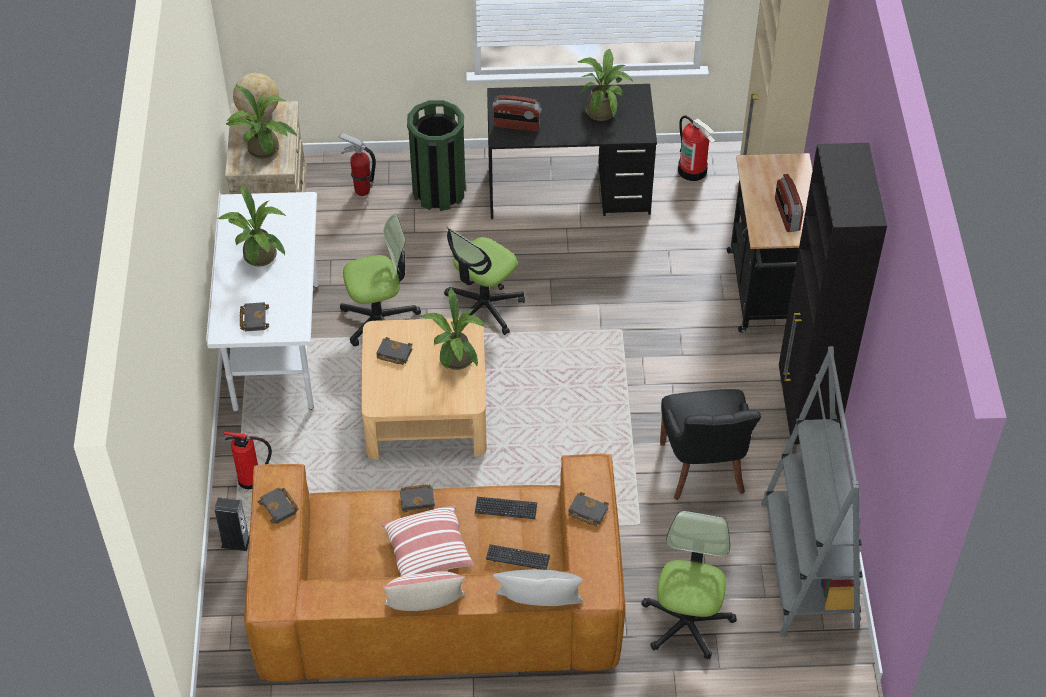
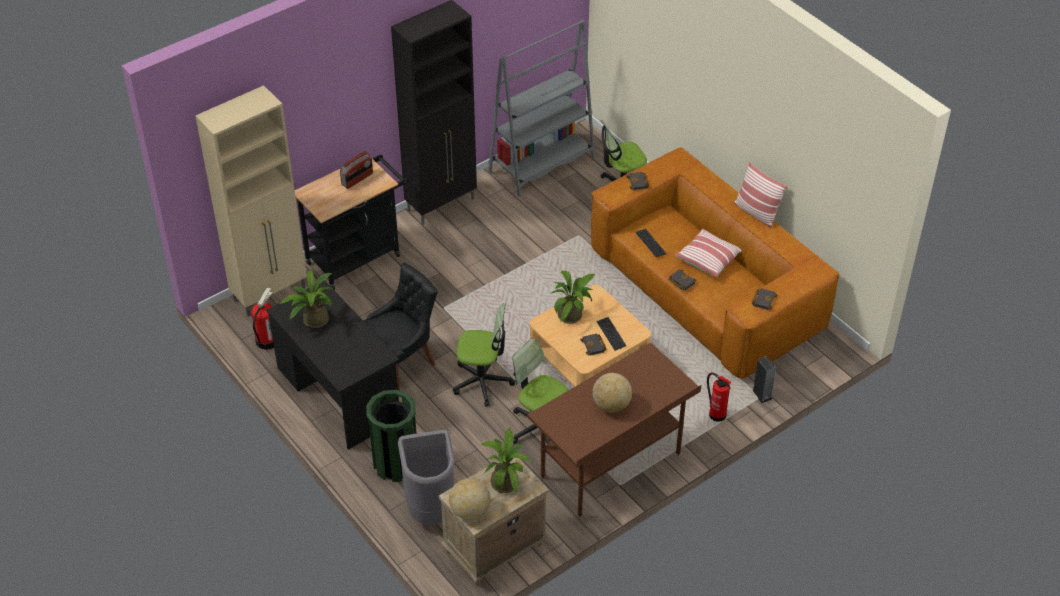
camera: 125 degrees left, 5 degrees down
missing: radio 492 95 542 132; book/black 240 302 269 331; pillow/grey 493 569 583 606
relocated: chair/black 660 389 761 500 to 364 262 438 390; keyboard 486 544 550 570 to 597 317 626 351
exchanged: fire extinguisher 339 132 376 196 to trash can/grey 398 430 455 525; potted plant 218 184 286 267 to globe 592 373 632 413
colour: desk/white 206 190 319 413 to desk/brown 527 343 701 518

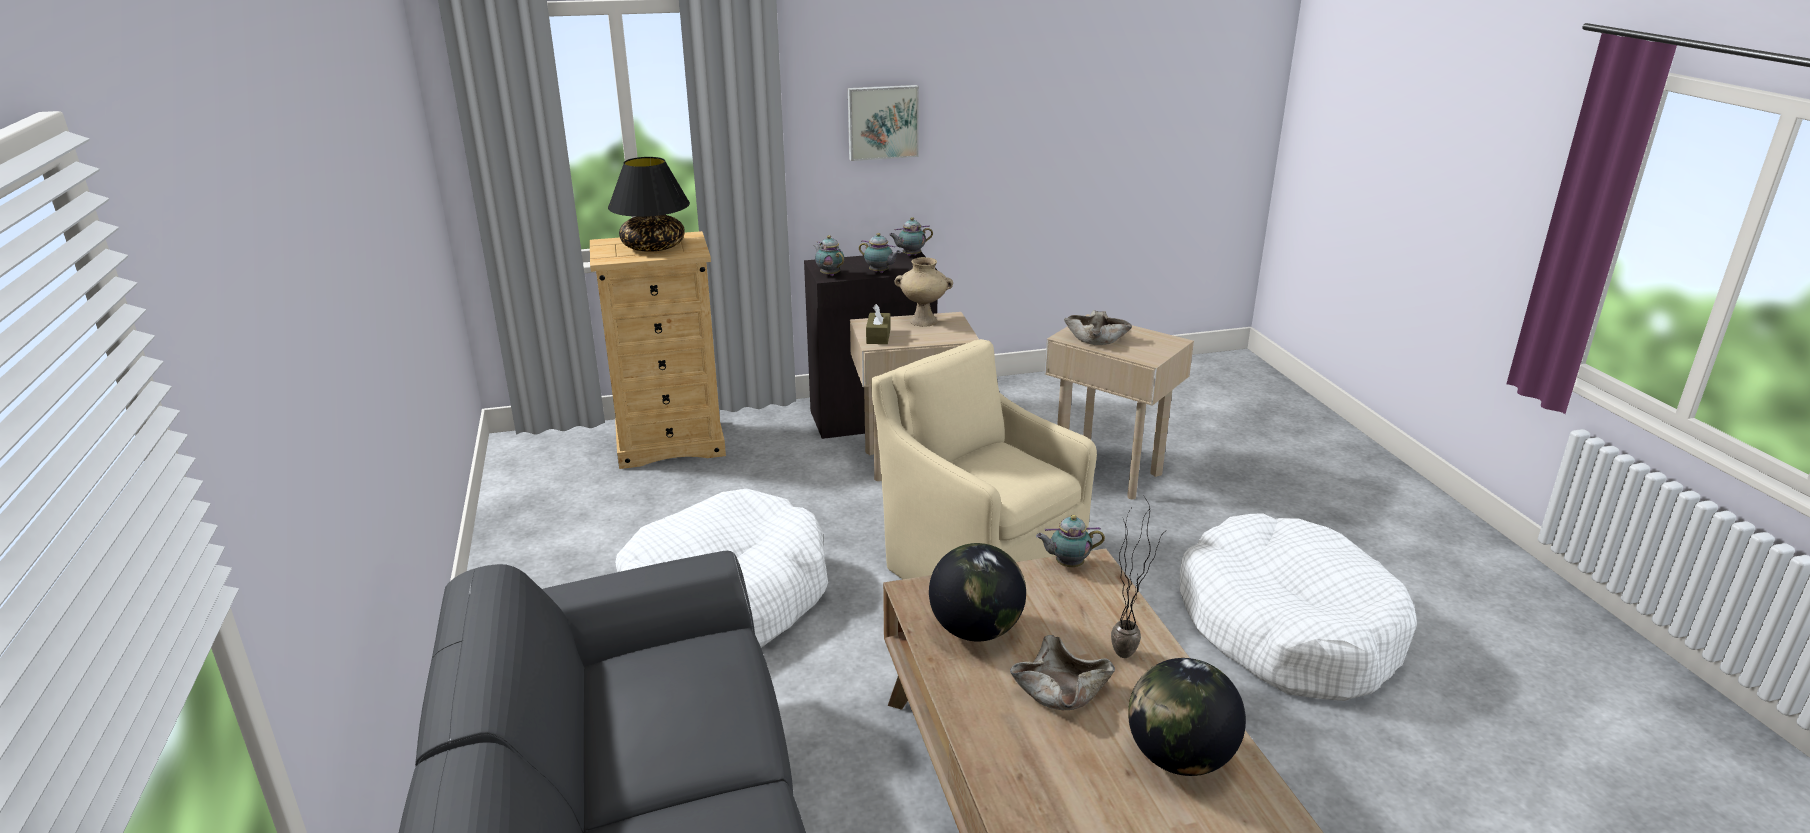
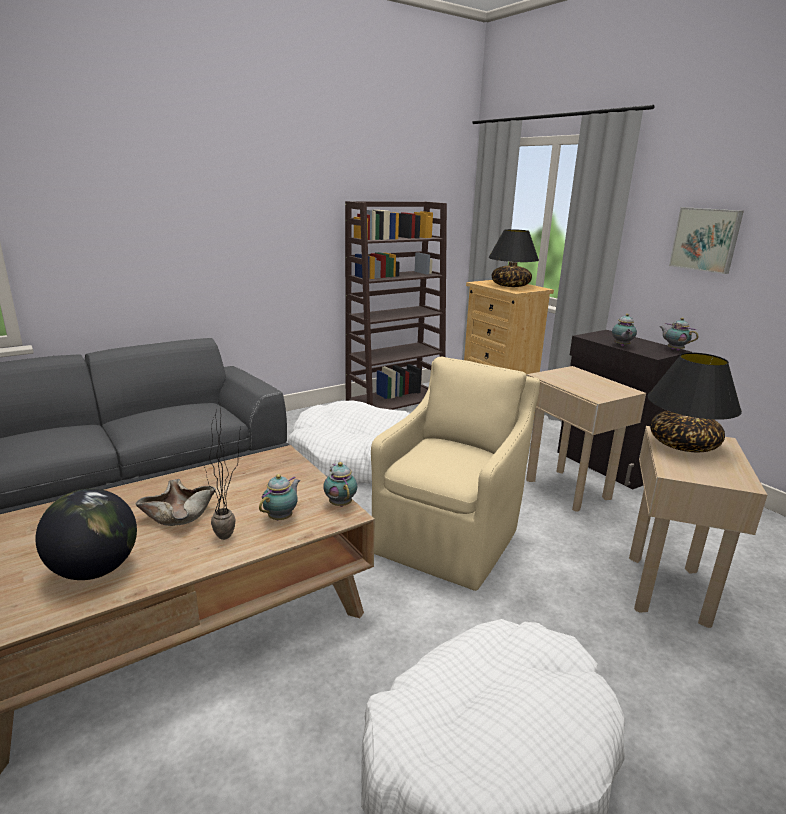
camera: 70 degrees right, 5 degrees down
missing: vase/beige 894 257 953 327; tissue box/brown 866 304 891 344; globe 929 543 1026 641
appeared: bookcase/brown 345 201 447 410
relocated: teapot 814 235 844 276 to 259 474 300 521
exchanged: bowl/beige 1064 310 1132 345 to table lamp/black 647 352 742 452

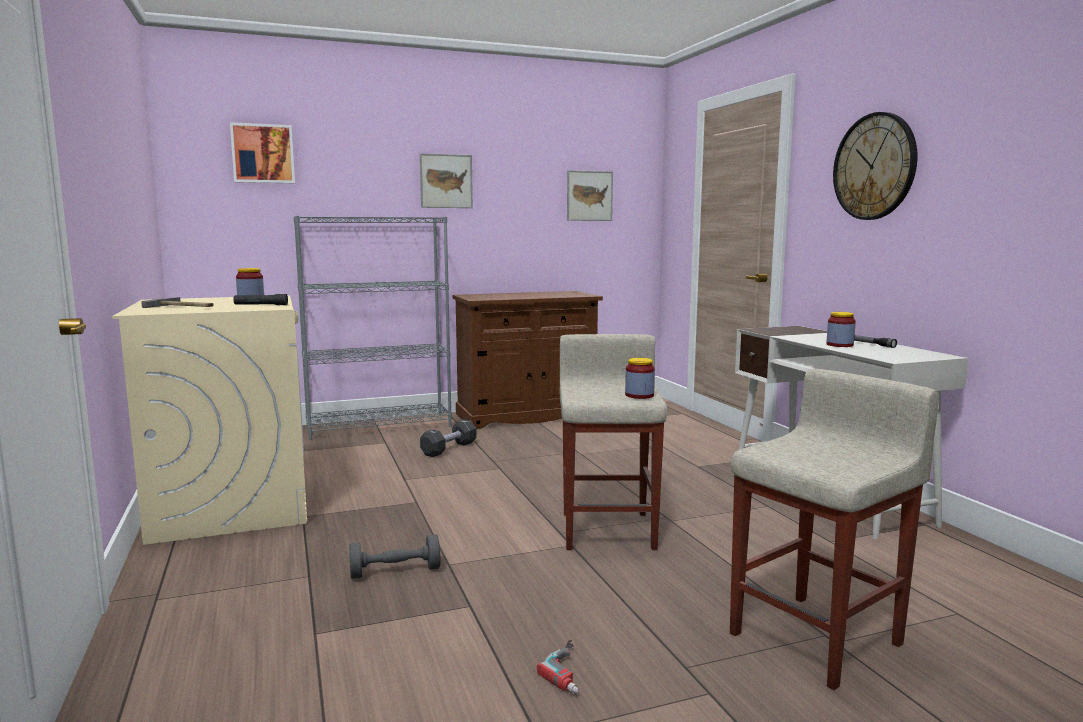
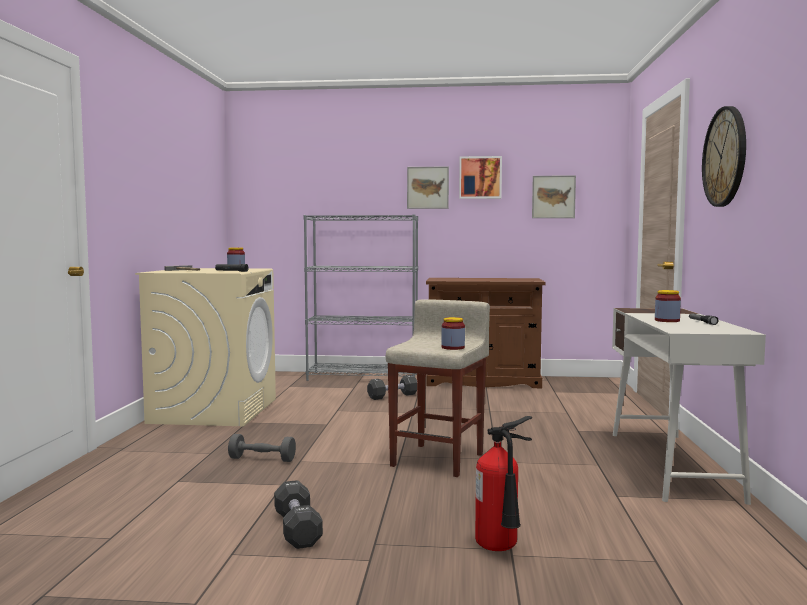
camera: 25 degrees right, 5 degrees down
relocated: picture 230 122 295 183 to 459 156 502 199
exchanged: stool/beige 730 369 940 690 to fire extinguisher 475 416 532 551; power drill 537 639 579 693 to dumbbell/black 274 480 323 549

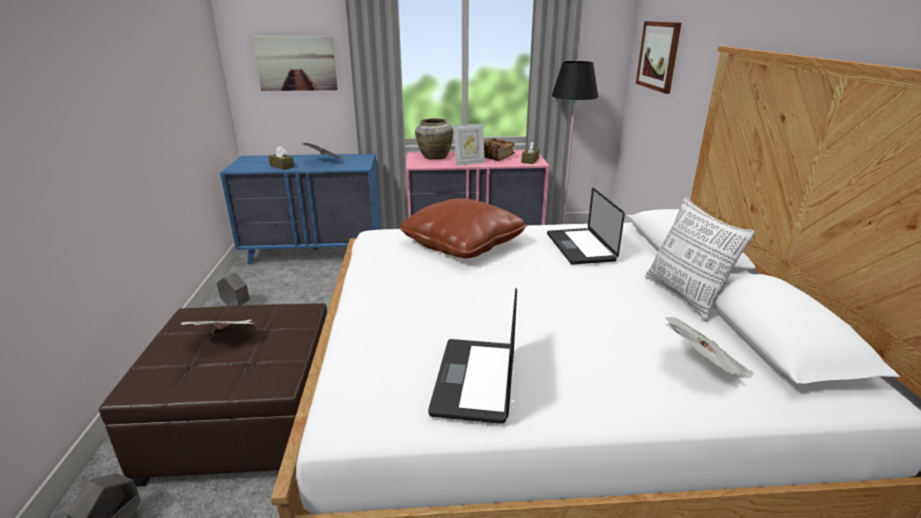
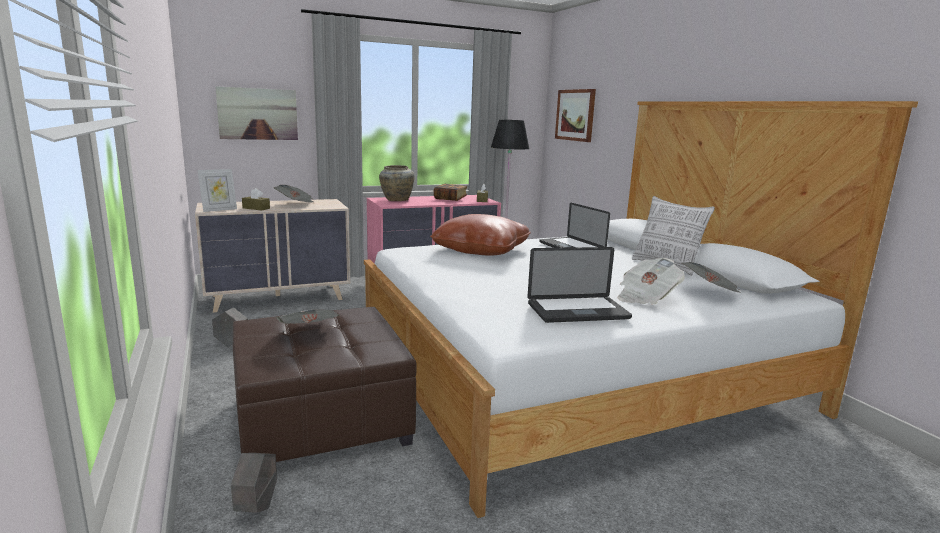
camera: 20 degrees left, 10 degrees down
appeared: newspaper 618 258 685 305
relocated: picture frame 453 123 485 166 to 198 169 237 212
colour: dresser/blue 220 153 381 264 to dresser/beige 195 199 350 313
spun: laptop 428 288 517 424 = 527 247 632 323 90 degrees counterclockwise

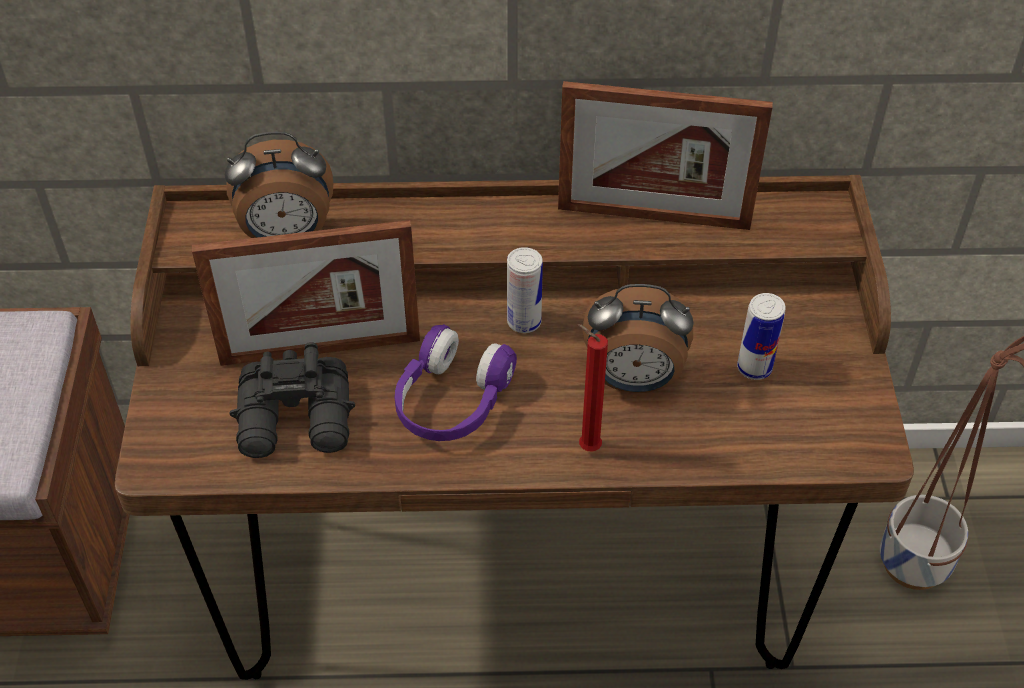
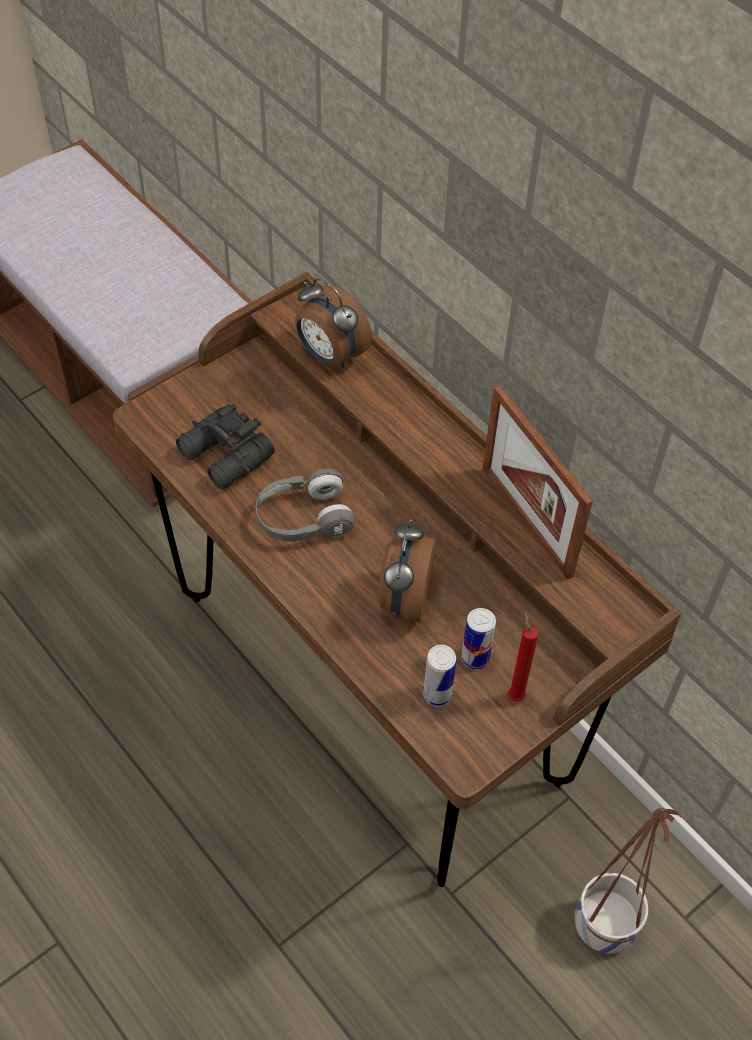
camera: 50 degrees right, 5 degrees up
missing: picture frame 192 220 420 366
relocated: can 507 247 543 333 to 423 645 457 706; candle/red 577 324 608 451 to 508 612 539 702
colour: headphones/purple 395 324 517 441 to headphones/grey 255 468 355 541
spun: alarm clock 583 284 694 393 = 377 519 436 623 45 degrees clockwise

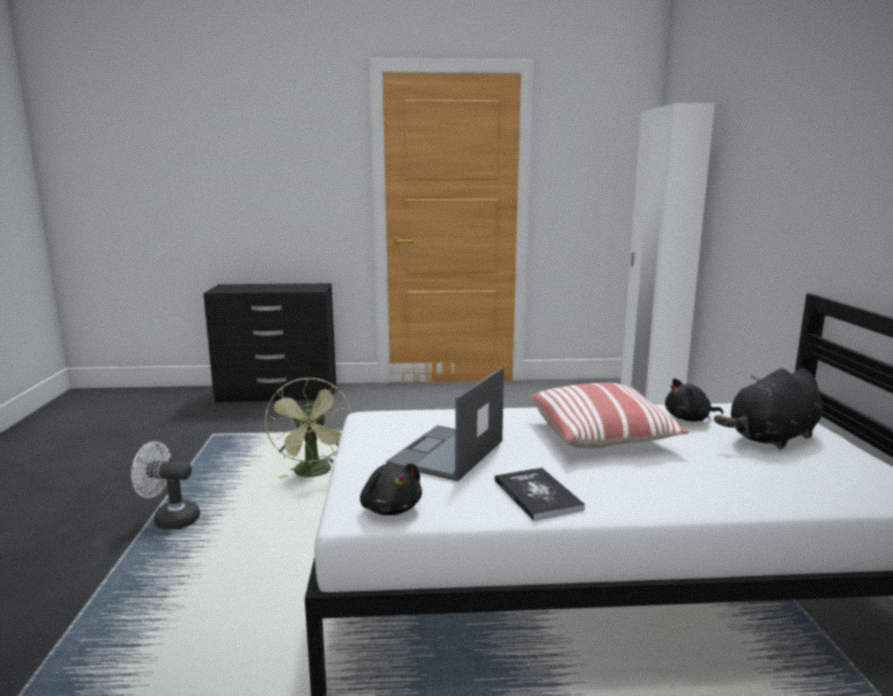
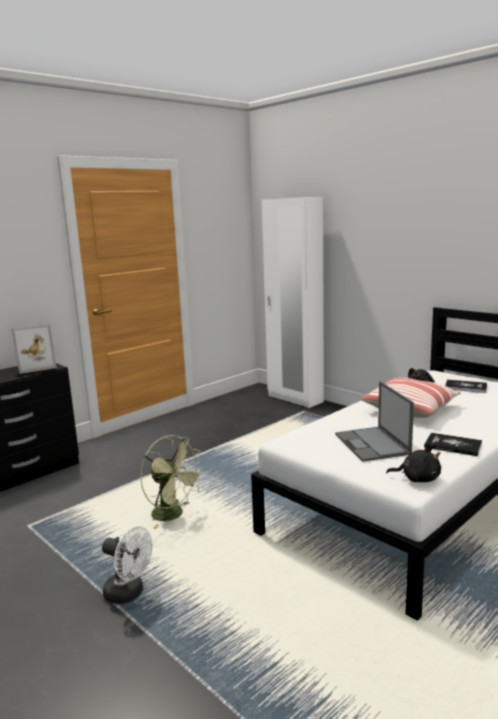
camera: 40 degrees left, 0 degrees up
appeared: picture frame 12 324 57 374
exchanged: plush toy/black 714 368 823 450 to book 445 380 487 393
spun: fan/white 131 441 200 530 = 102 527 153 604 120 degrees counterclockwise

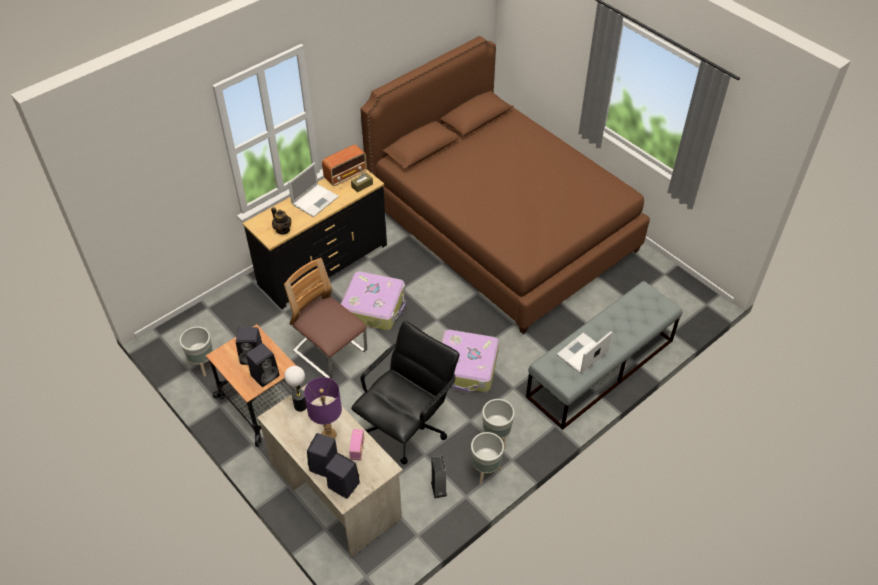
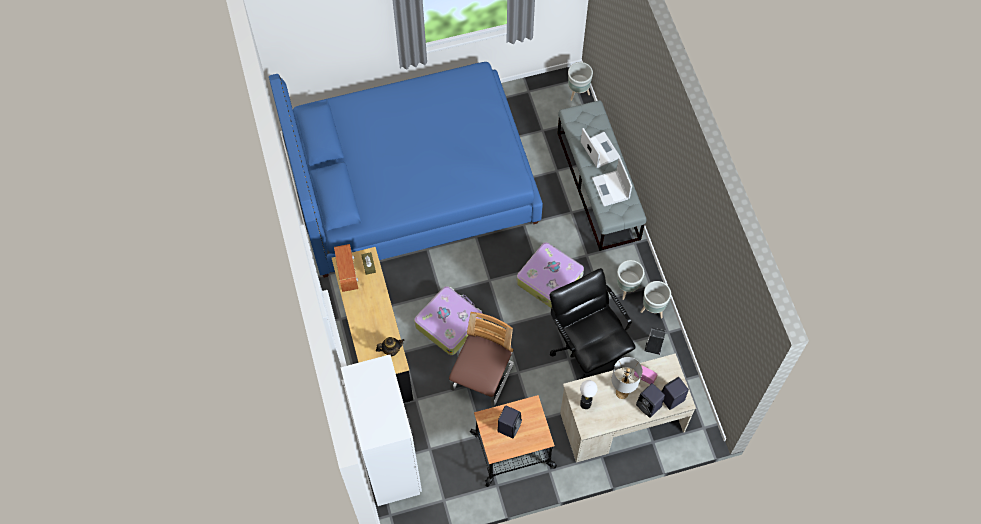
camera: 65 degrees left, 15 degrees up
missing: speaker/black 246 343 280 387
appeared: wardrobe/white 341 355 422 506
relocated: laptop 288 163 339 217 to 581 128 621 168; planter/grey 179 327 213 377 to 568 62 593 101
colour: bed/brown 360 36 650 334 to bed/blue 269 62 543 278; table lamp/purple 304 377 342 439 to table lamp/grey 612 357 643 399
spun: chair 284 258 367 379 = 449 312 514 407 135 degrees clockwise

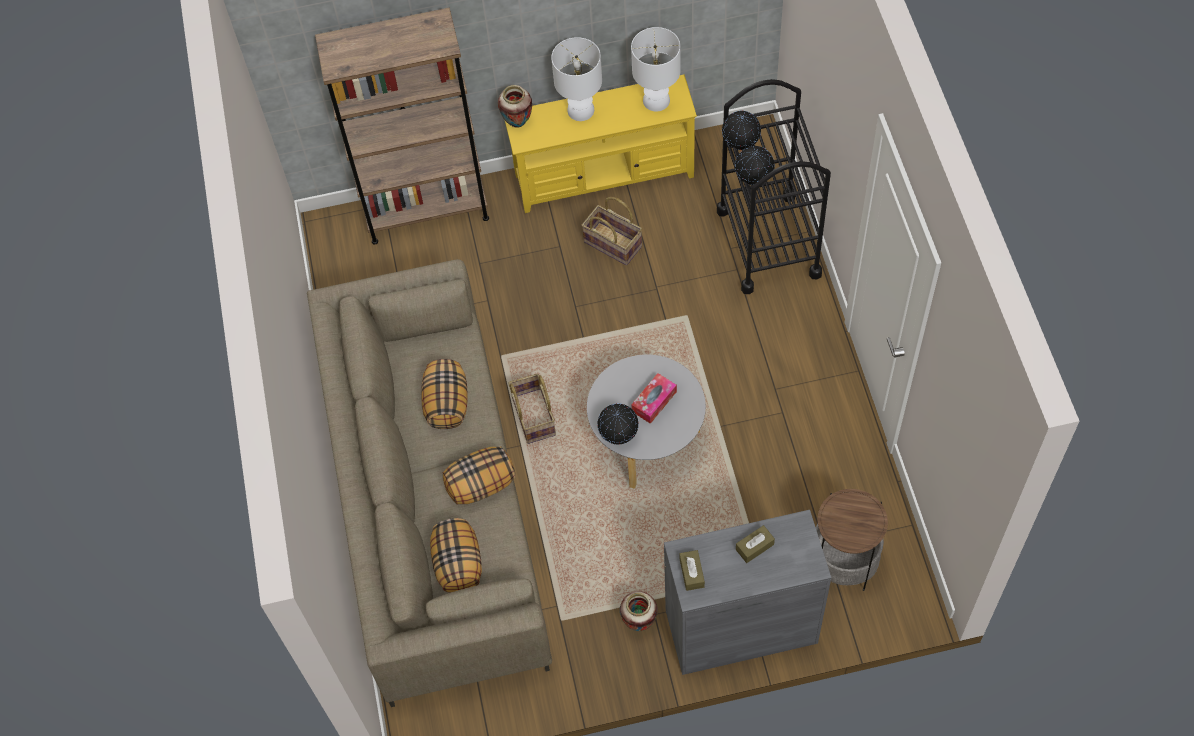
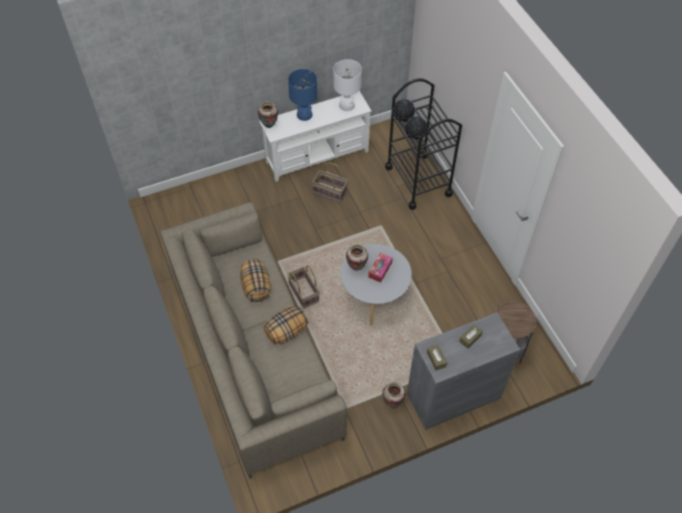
camera: 15 degrees left, 5 degrees down
missing: bookcase/brown 315 7 489 245; globe 597 403 639 445; pillow 430 518 482 593
appeared: vase 346 244 368 271
colour: table lamp/white 551 37 602 121 to table lamp/blue 288 69 318 121; tv stand/yellow 505 75 697 213 to tv stand/white 259 91 372 182

